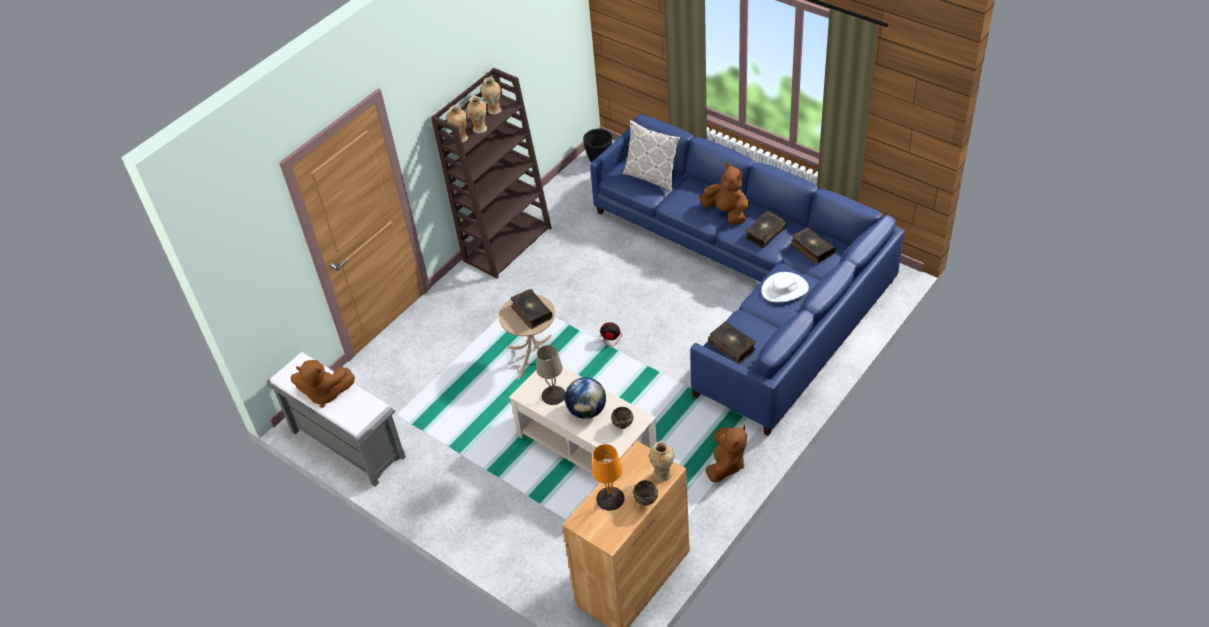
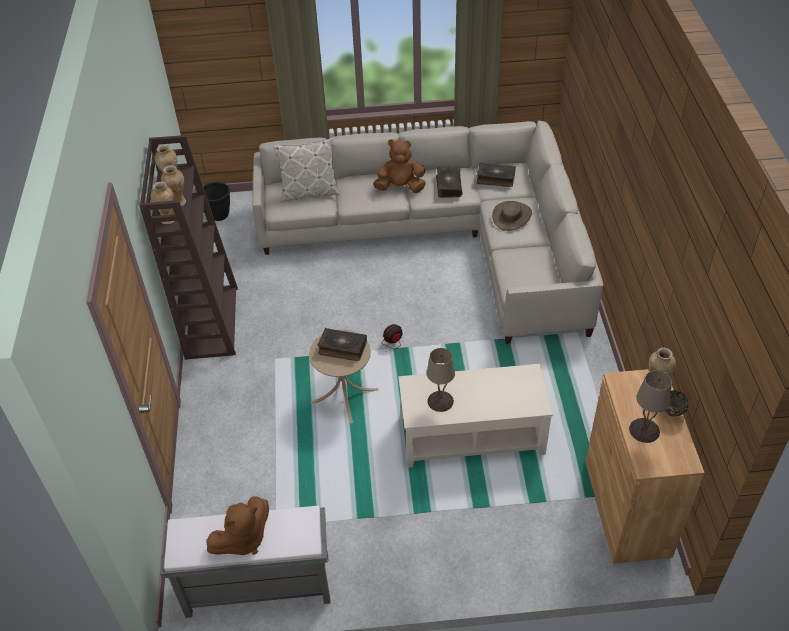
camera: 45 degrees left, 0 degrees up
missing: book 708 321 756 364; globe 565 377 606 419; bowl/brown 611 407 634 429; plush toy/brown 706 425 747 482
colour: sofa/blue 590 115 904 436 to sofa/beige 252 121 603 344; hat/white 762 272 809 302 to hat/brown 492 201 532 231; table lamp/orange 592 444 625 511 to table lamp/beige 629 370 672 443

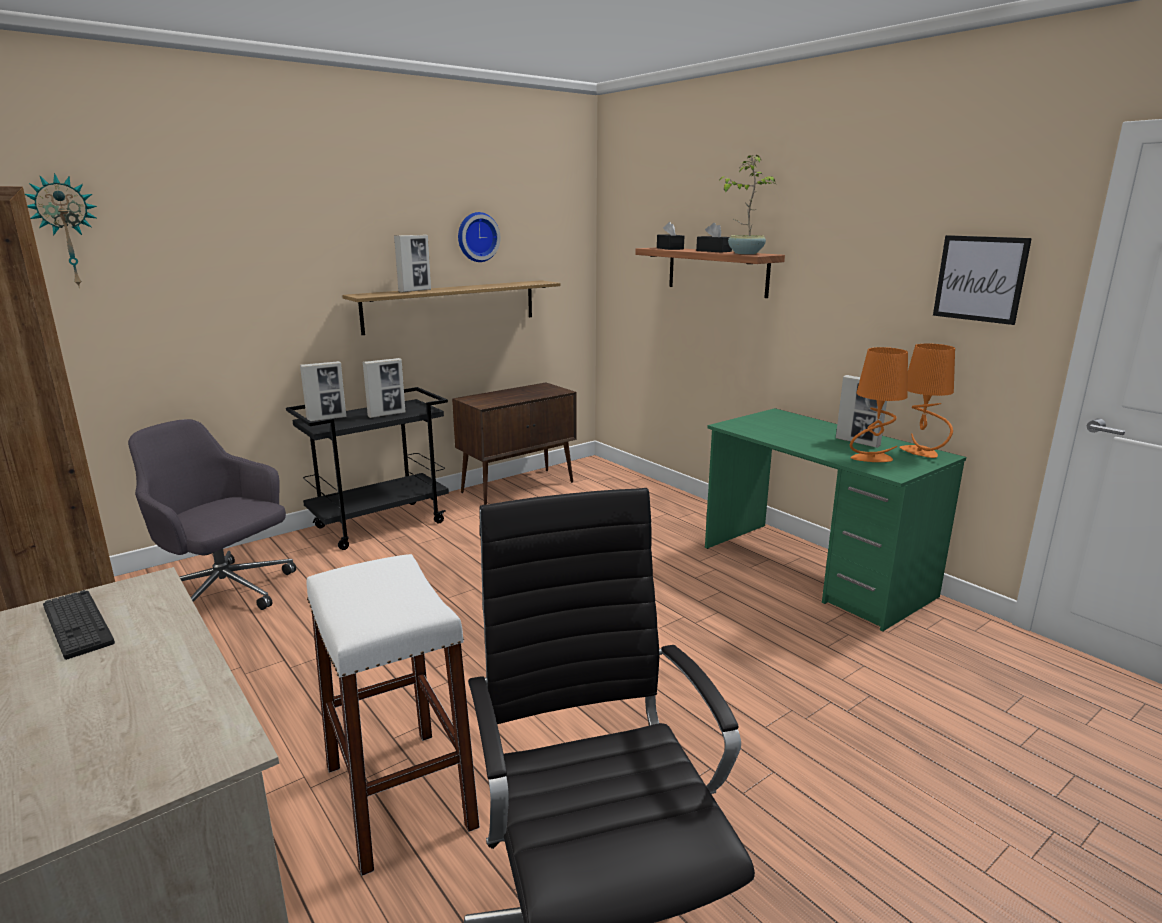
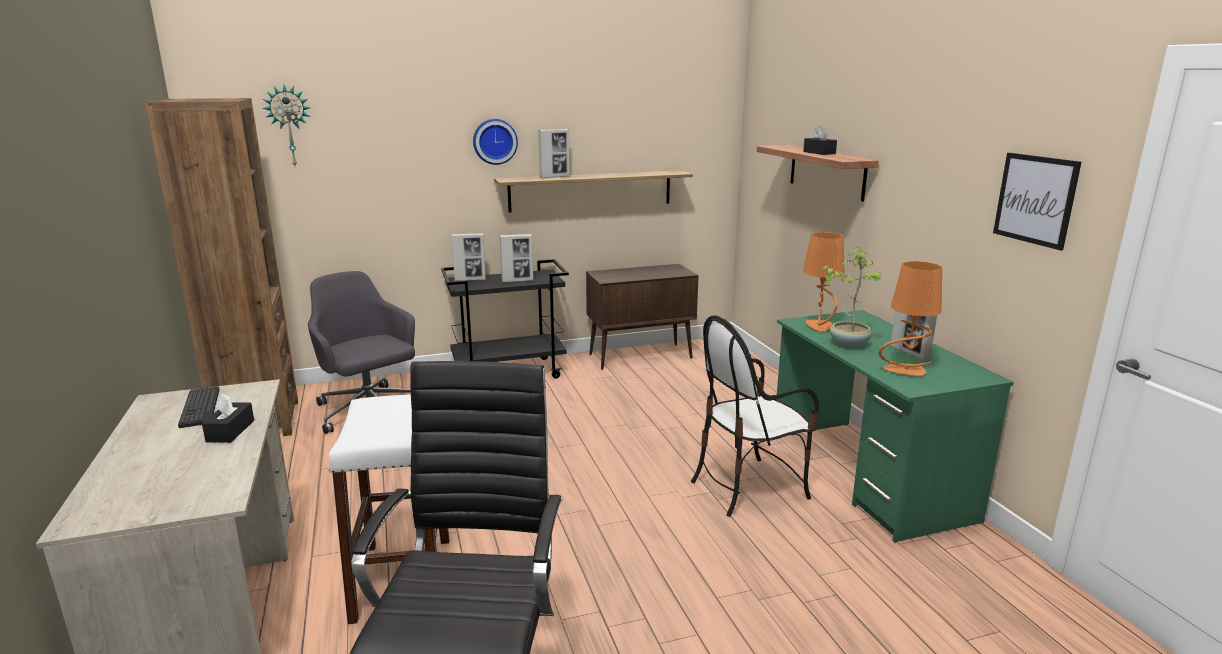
camera: 20 degrees right, 0 degrees up
appeared: chair 691 315 819 516
relocated: potted plant 719 155 776 254 to 821 247 883 348; wall clock 458 212 500 262 to 473 119 518 165; tissue box/black 657 222 684 250 to 202 394 254 443; table lamp/orange 900 343 955 458 to 803 232 844 331

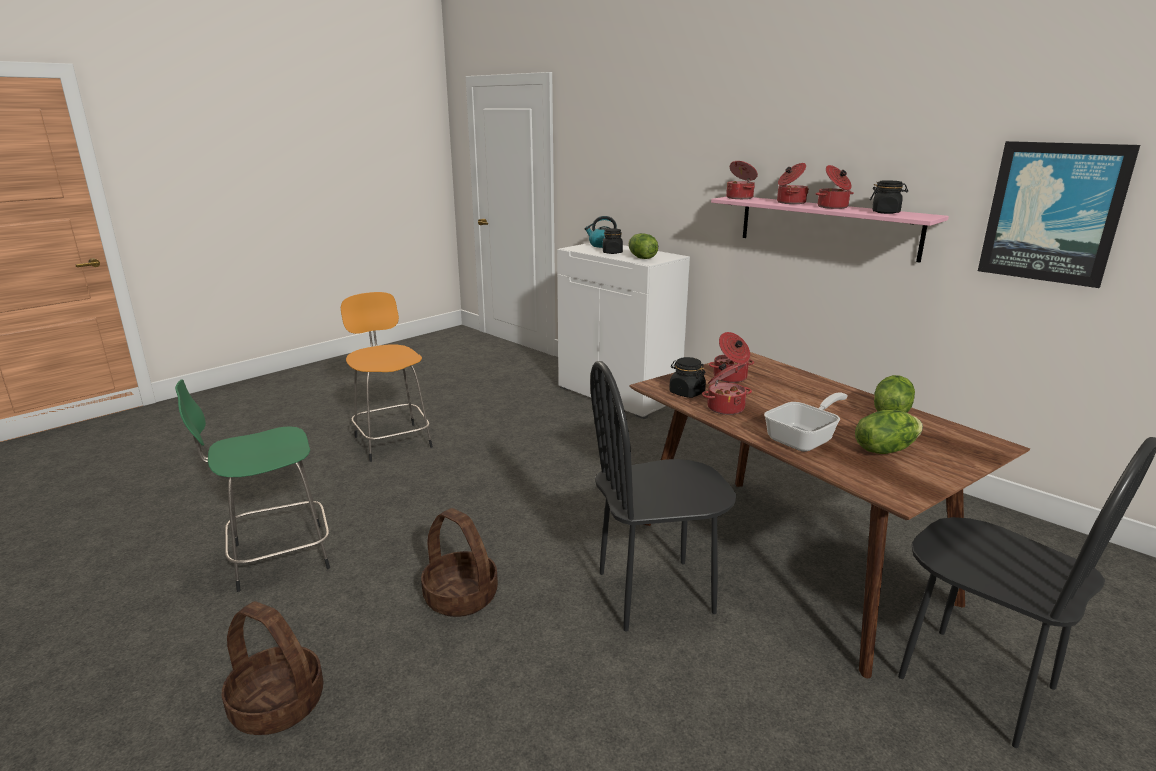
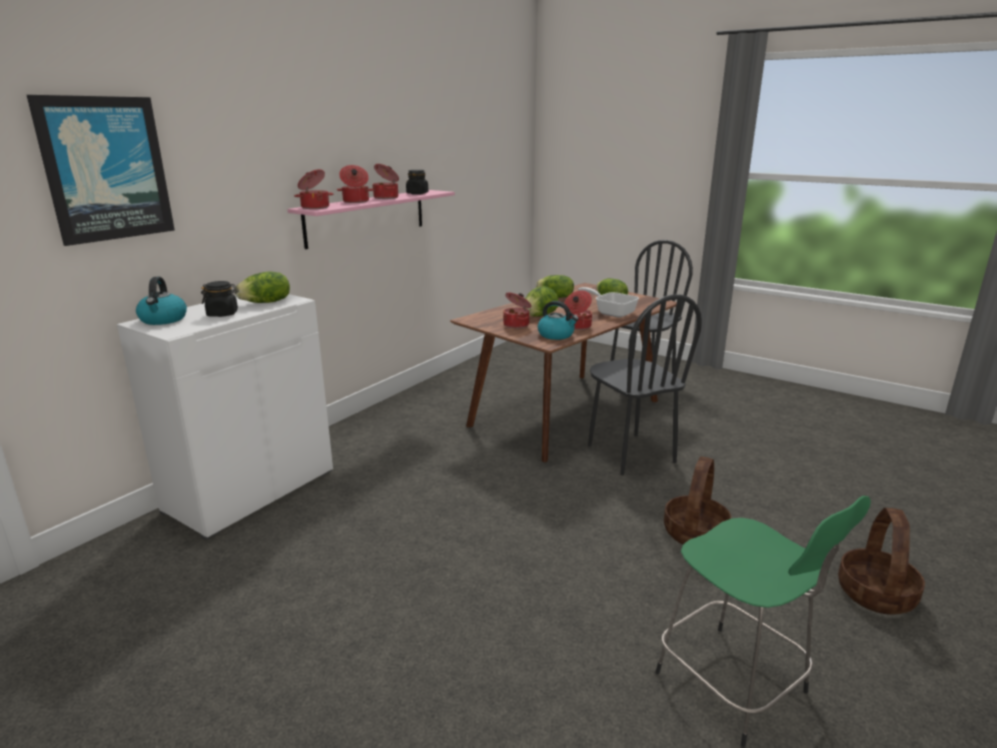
camera: 100 degrees left, 0 degrees up
missing: stool/orange 341 292 433 462
appeared: lettuce 525 286 558 317
relocated: picture 978 141 1140 288 to 27 95 175 246
exchanged: jar/black 669 357 706 398 to kettle 538 301 579 340

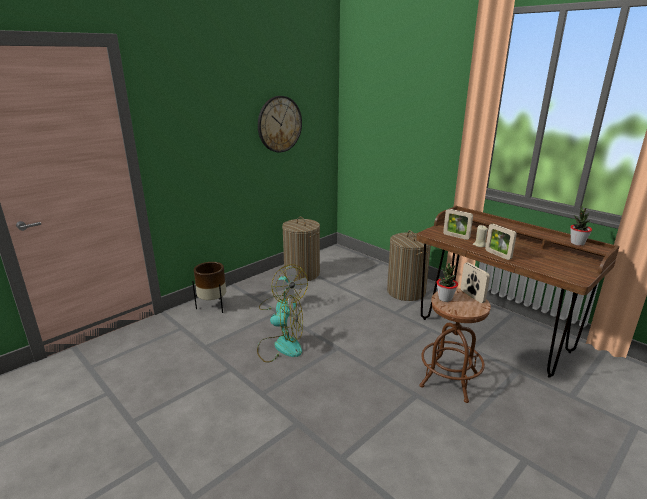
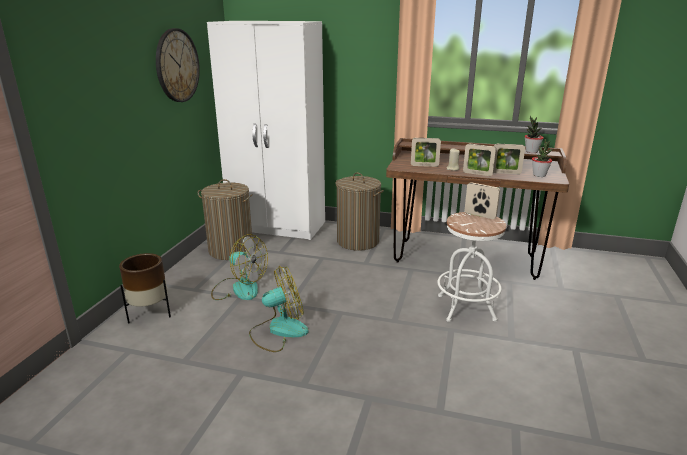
camera: 30 degrees left, 0 degrees up
appeared: wardrobe/white 207 21 325 240; picture frame 493 144 525 174
relocated: potted plant 437 263 458 302 to 532 139 553 177
colour: stool/brown 419 288 491 403 to stool/white 437 212 506 322

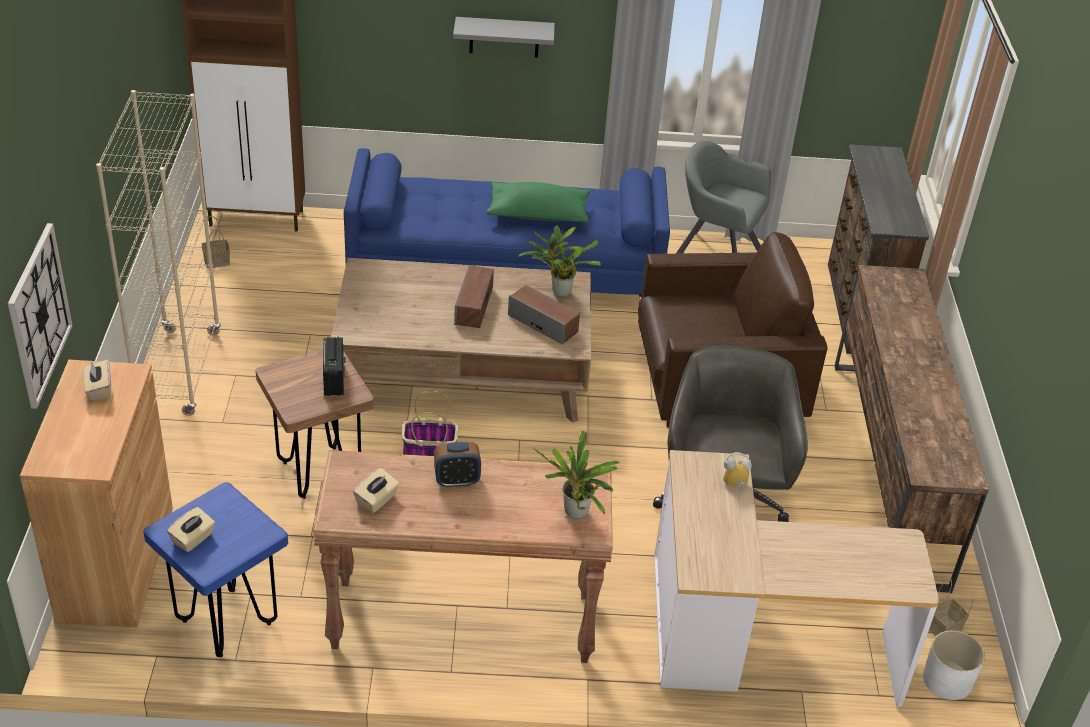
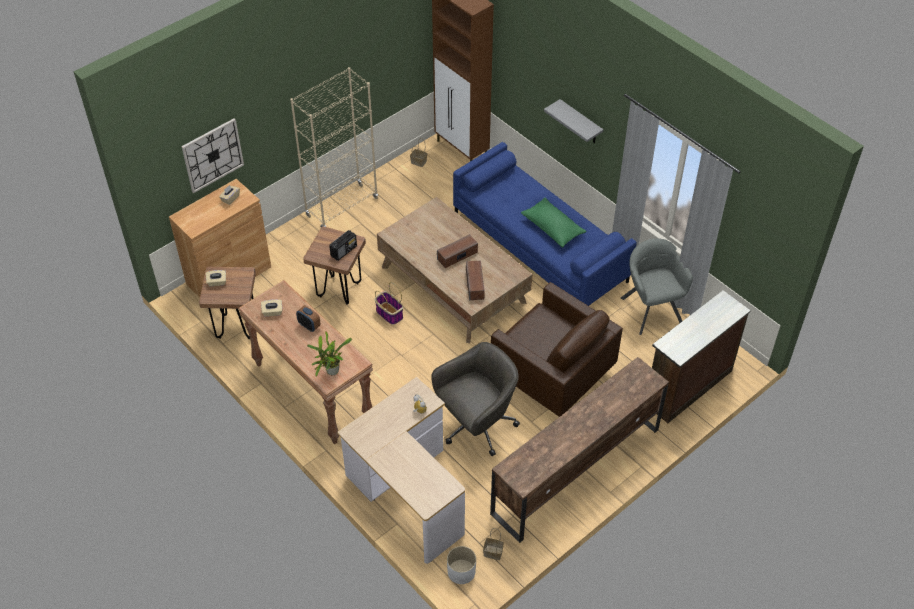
camera: 50 degrees right, 10 degrees up
missing: potted plant 519 225 601 297
colour: stool/blue 143 482 288 657 to stool/brown 199 267 256 339

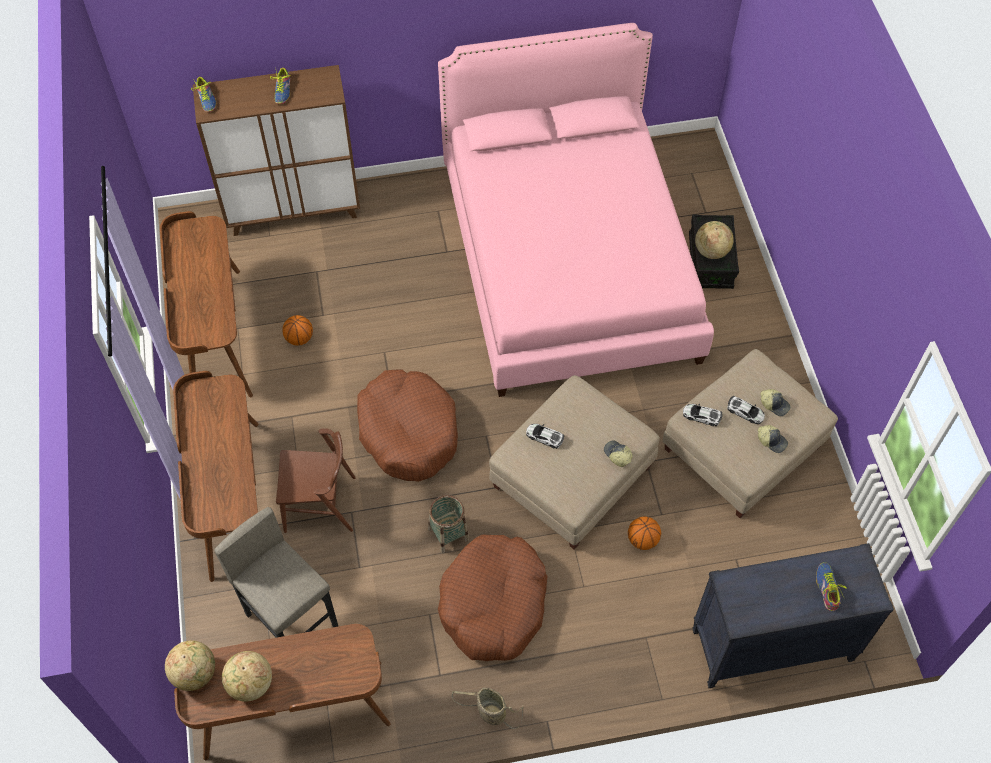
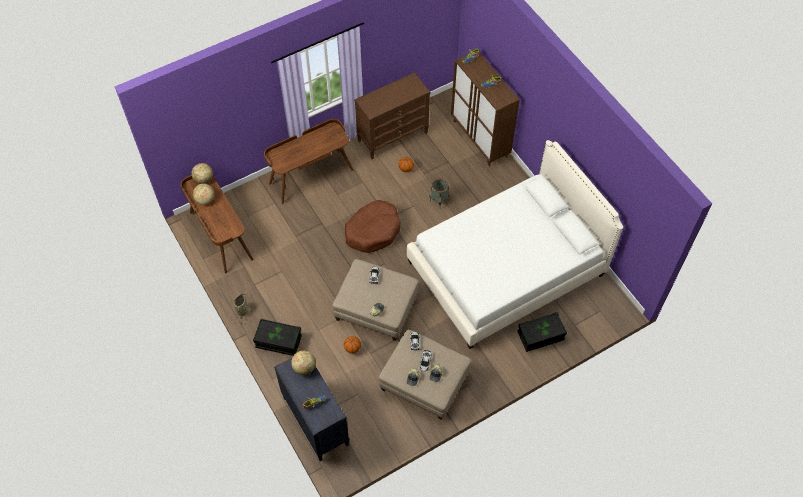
camera: 70 degrees right, 0 degrees up
missing: chair/brown 276 428 356 533; stool/grey 214 507 339 638; dog bed/brown 438 534 547 661
appeared: storage box/black 253 319 302 356
relocated: globe 695 221 734 259 to 291 350 316 375; basket 428 495 469 553 to 429 179 449 209
exchanged: desk/brown 160 211 253 398 to dresser/brown 354 72 430 159
colour: bed/pink 438 23 714 397 to bed/white 407 140 623 349

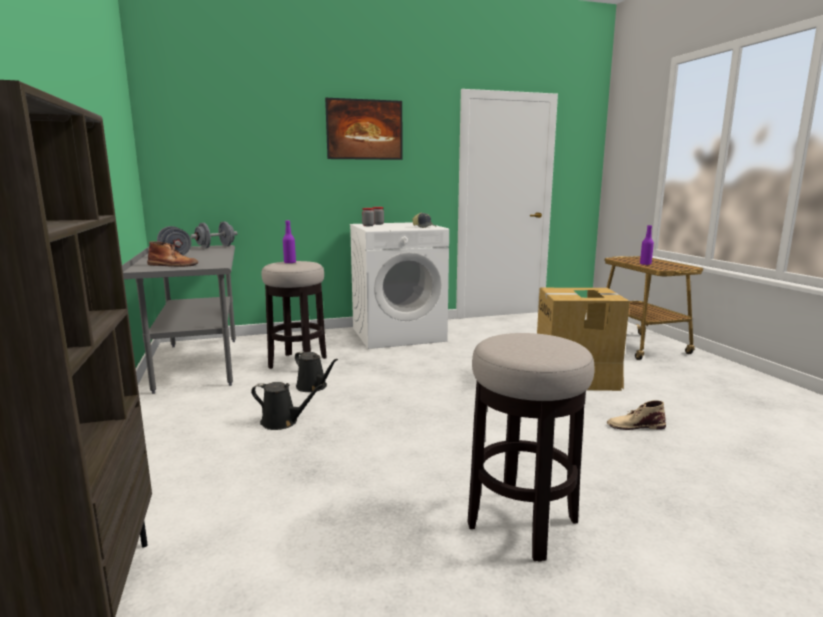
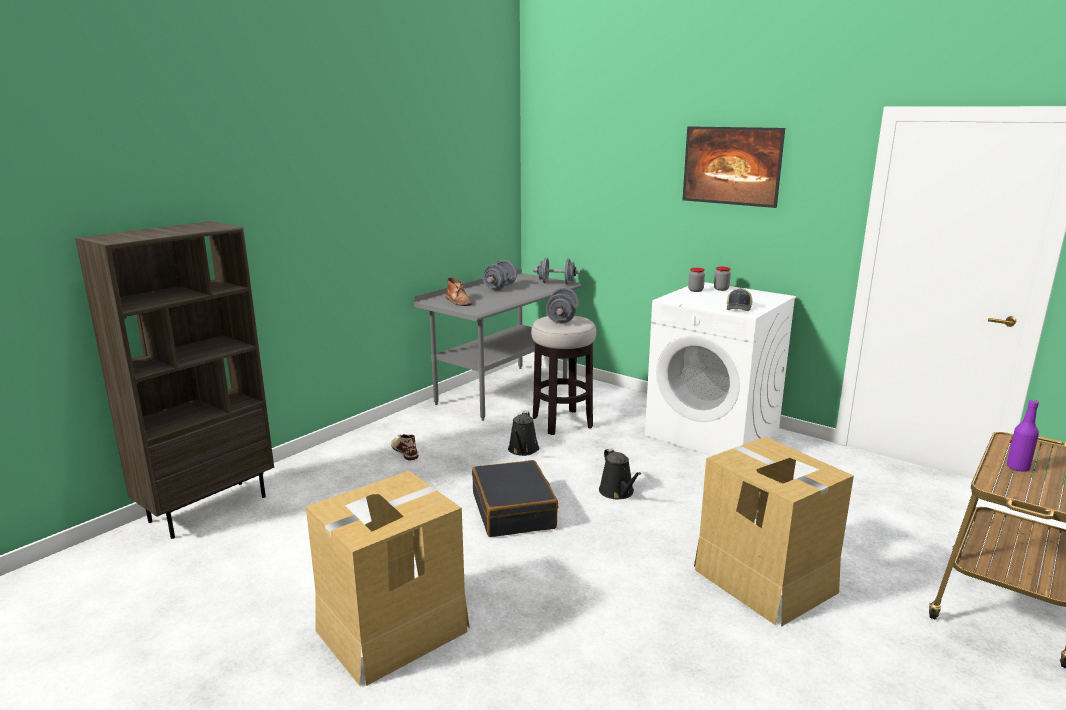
camera: 55 degrees right, 5 degrees up
appeared: suitcase/black 472 460 558 537
relocated: watering can/black 251 382 324 430 to 599 448 641 499; boot/beige 607 400 666 430 to 391 434 419 460
exchanged: bottle/purple 283 220 296 264 to dumbbell/grey 546 288 579 324; stool 468 333 595 562 to cardboard box 306 471 470 686

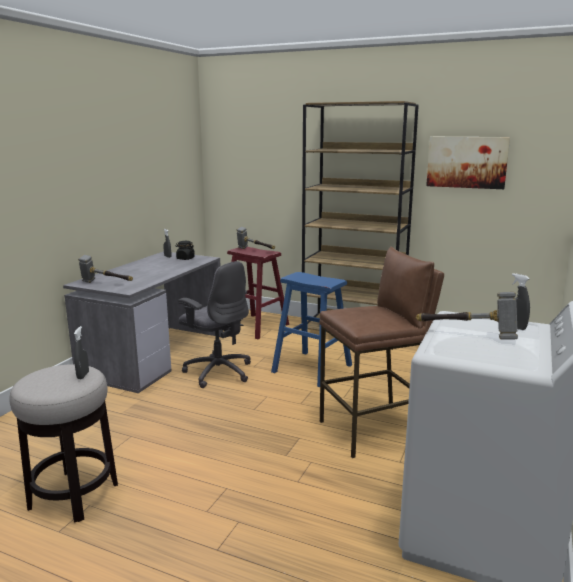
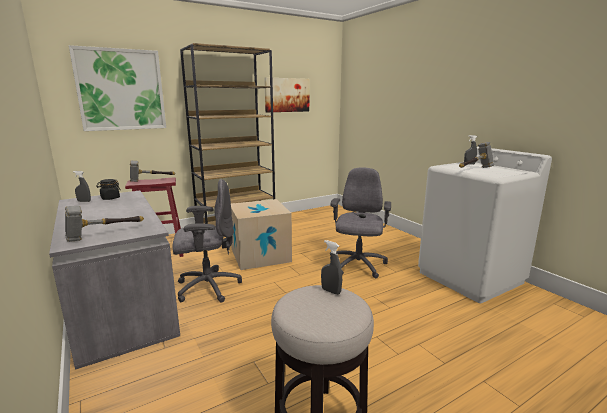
camera: 55 degrees left, 0 degrees up
appeared: picture 69 45 166 131
exchanged: stool/brown 320 247 444 458 to office chair/grey 330 167 391 278; stool/blue 271 272 352 387 to cardboard box 231 199 292 270

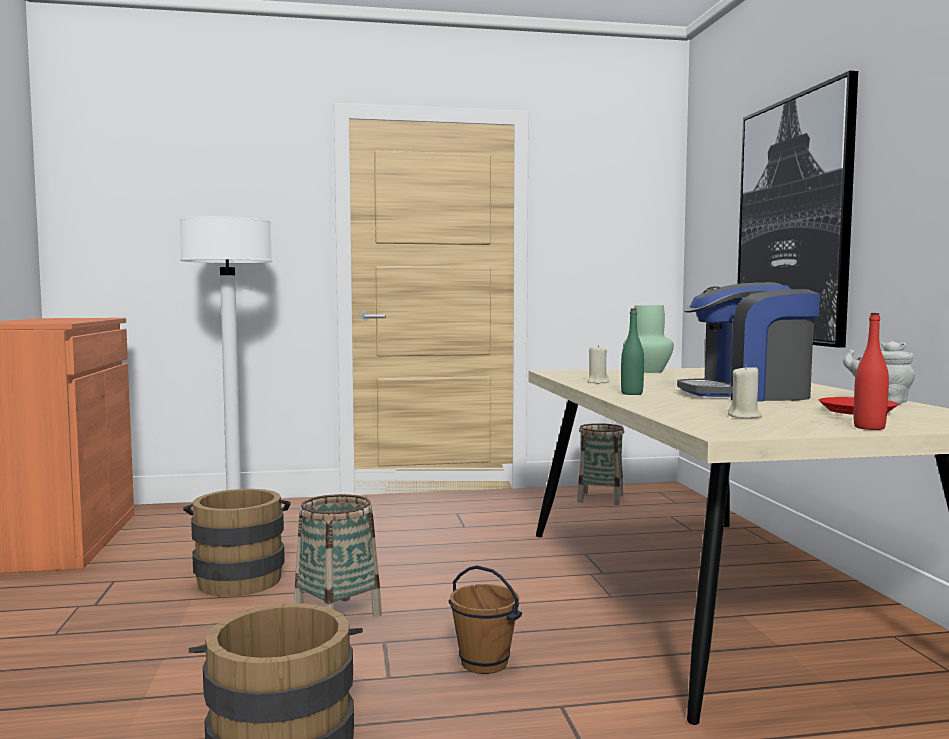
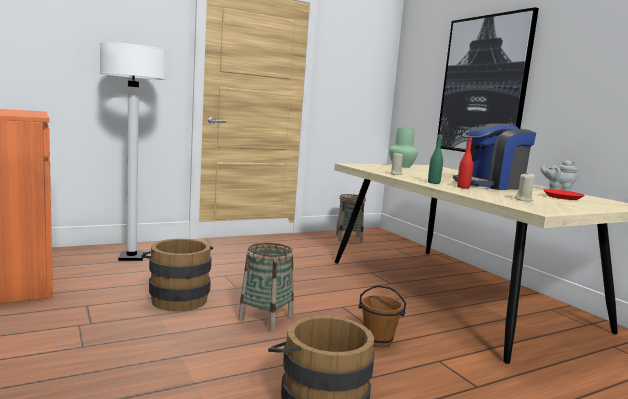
camera: 20 degrees left, 5 degrees up
relocated: bottle/red 854 313 889 430 to 457 137 473 189

